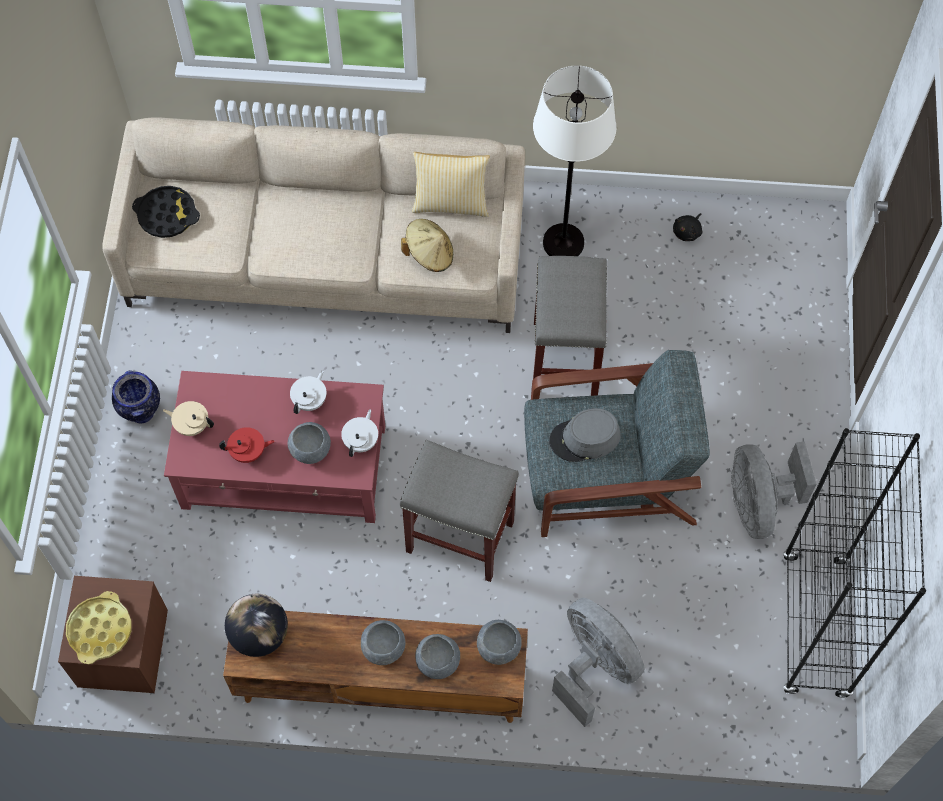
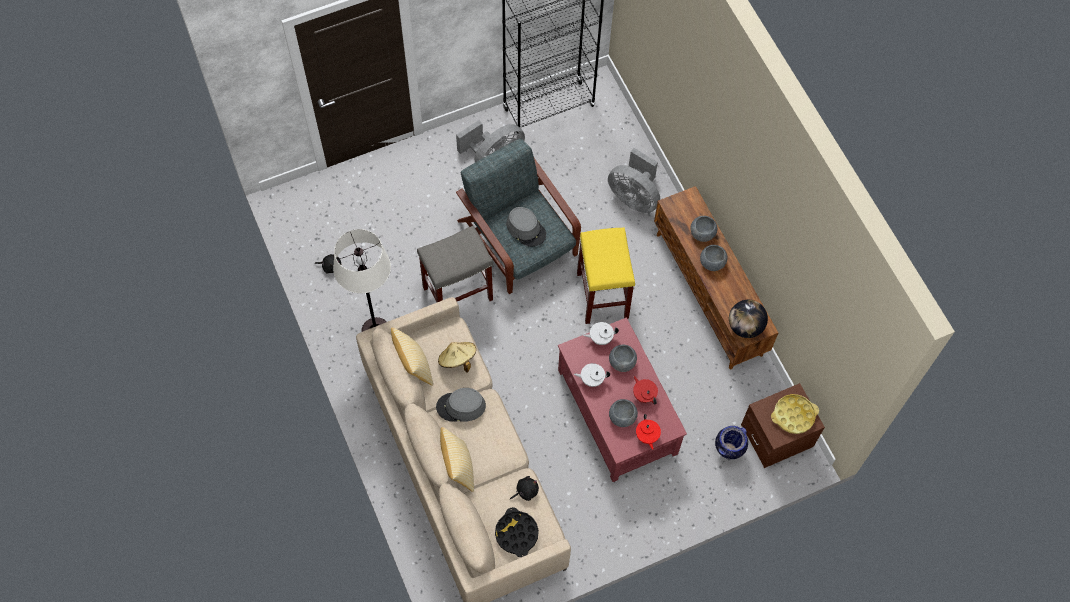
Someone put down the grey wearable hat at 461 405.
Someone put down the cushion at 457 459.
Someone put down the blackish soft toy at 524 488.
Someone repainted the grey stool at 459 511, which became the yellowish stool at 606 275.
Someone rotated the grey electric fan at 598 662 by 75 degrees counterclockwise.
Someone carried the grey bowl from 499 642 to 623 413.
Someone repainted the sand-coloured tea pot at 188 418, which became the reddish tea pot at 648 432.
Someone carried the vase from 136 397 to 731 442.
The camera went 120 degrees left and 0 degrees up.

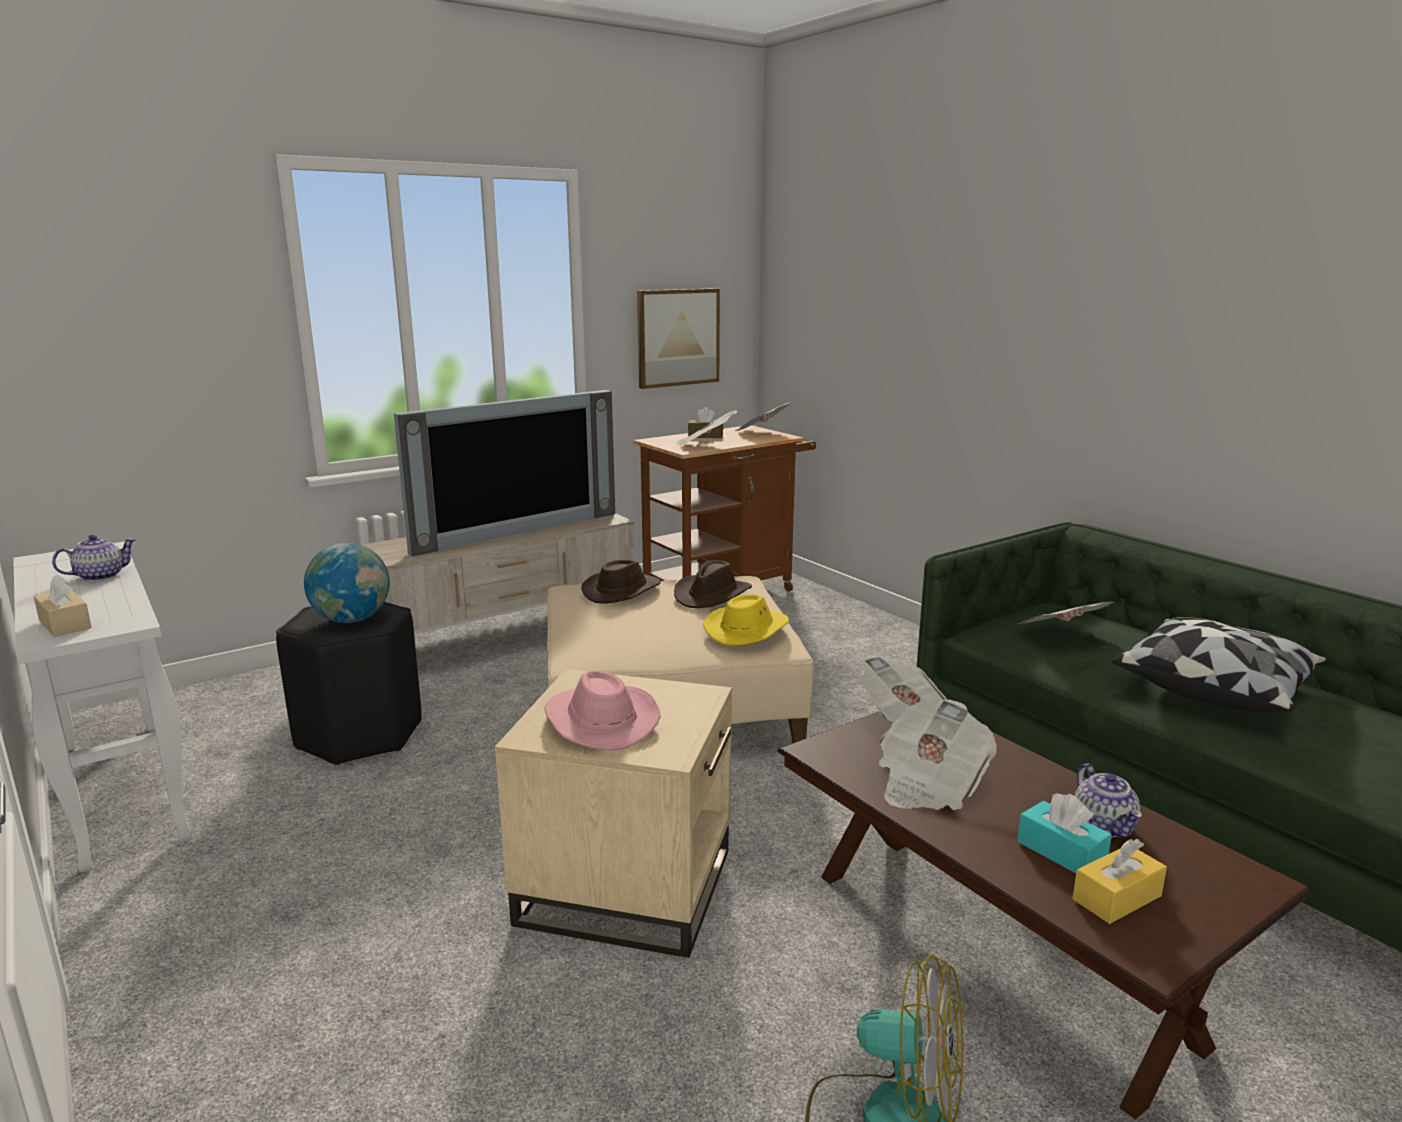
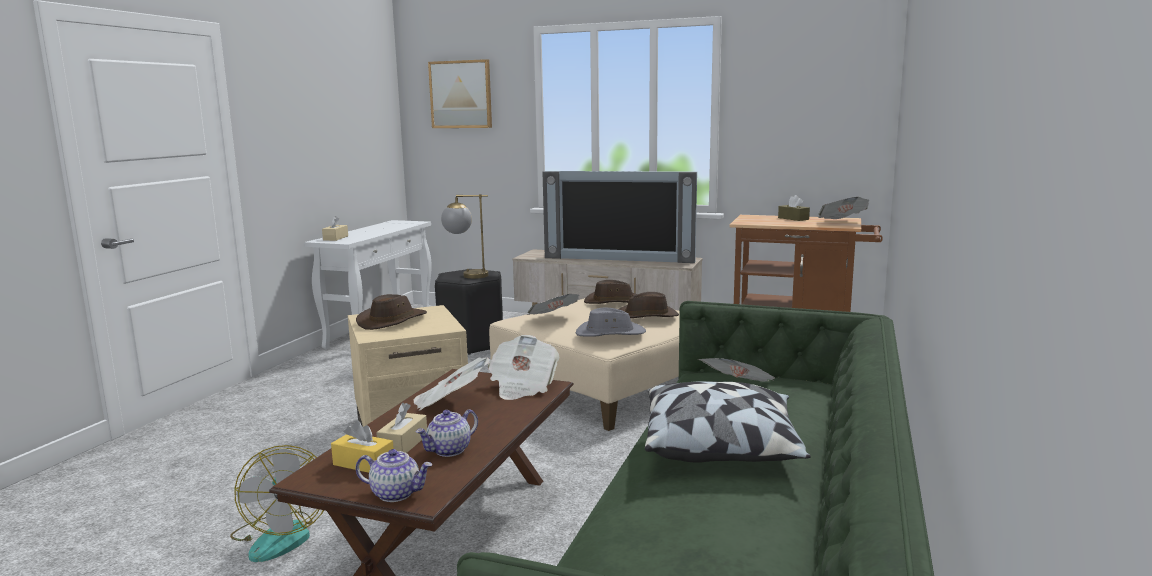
Someone repainted the pink-coloured wearable hat at 602 710, which became the brown wearable hat at 391 312.
Someone carried the tea pot from 94 558 to 394 475.
Someone repainted the turquoise-coloured tissue holder at 1064 833, which became the sand-coloured tissue holder at 401 428.
Someone carried the wall art from 678 338 to 460 93.
Someone swapped the globe at 347 583 for the lamp for a table at 465 236.
Someone carried the printed paper from 706 428 to 553 304.
Someone repainted the yellowish wearable hat at 746 620, which became the grey wearable hat at 611 322.
The camera went 55 degrees right and 5 degrees down.

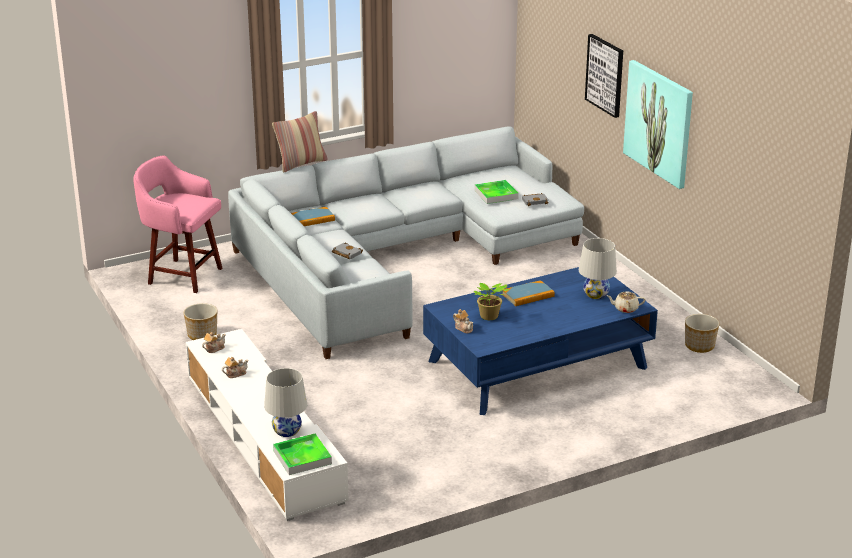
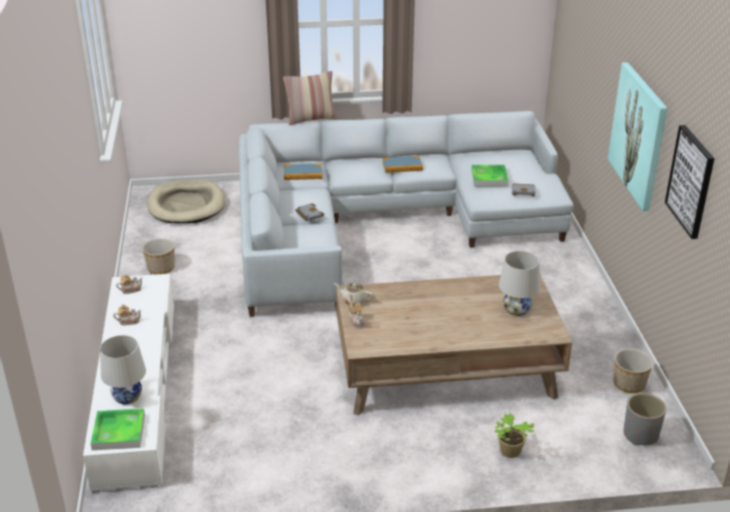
Someone swapped the pink-coloured stool at 178 224 for the sand-coloured dog bed at 186 201.
Someone carried the sand-coloured tea pot from 626 302 to 353 294.
Someone repainted the bluish low table at 540 341, which became the brown low table at 454 345.
Someone carried the bound book from 528 293 to 402 164.
Someone carried the houseplant from 491 301 to 514 436.
Someone put down the grey planter at 644 419.
Someone carried the wall art from 604 76 to 690 182.
The camera went 20 degrees right and 5 degrees up.

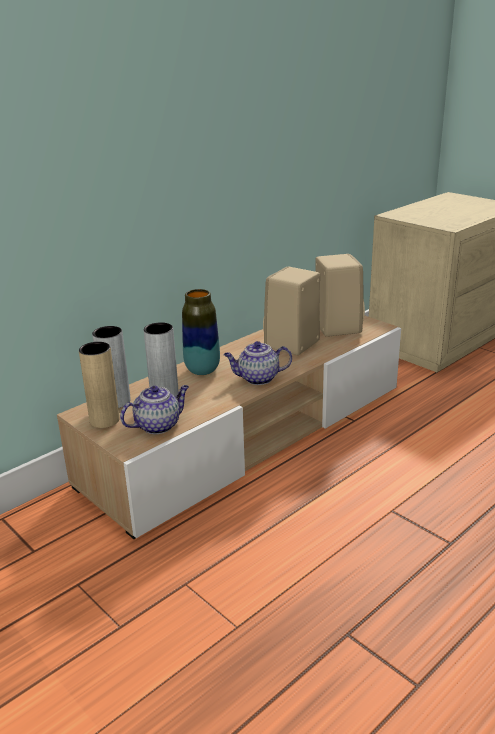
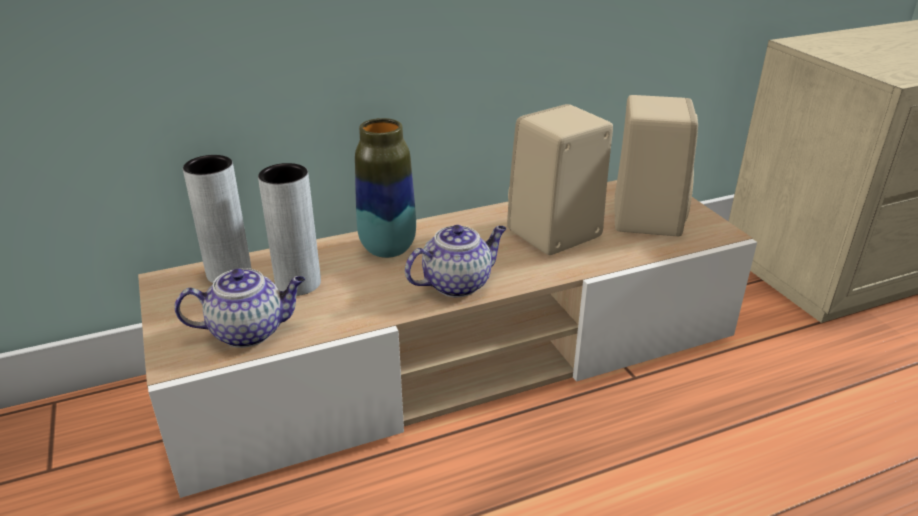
Someone rotated the tea pot at 258 363 by 135 degrees clockwise.
Someone took away the sand-coloured vase at 99 385.
The camera went 20 degrees right and 5 degrees up.

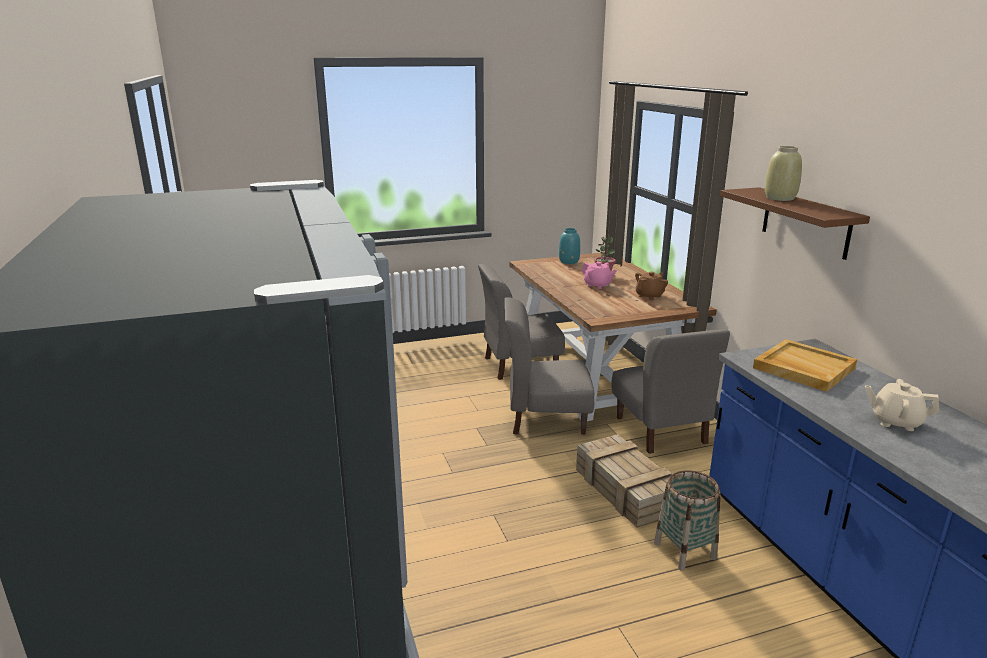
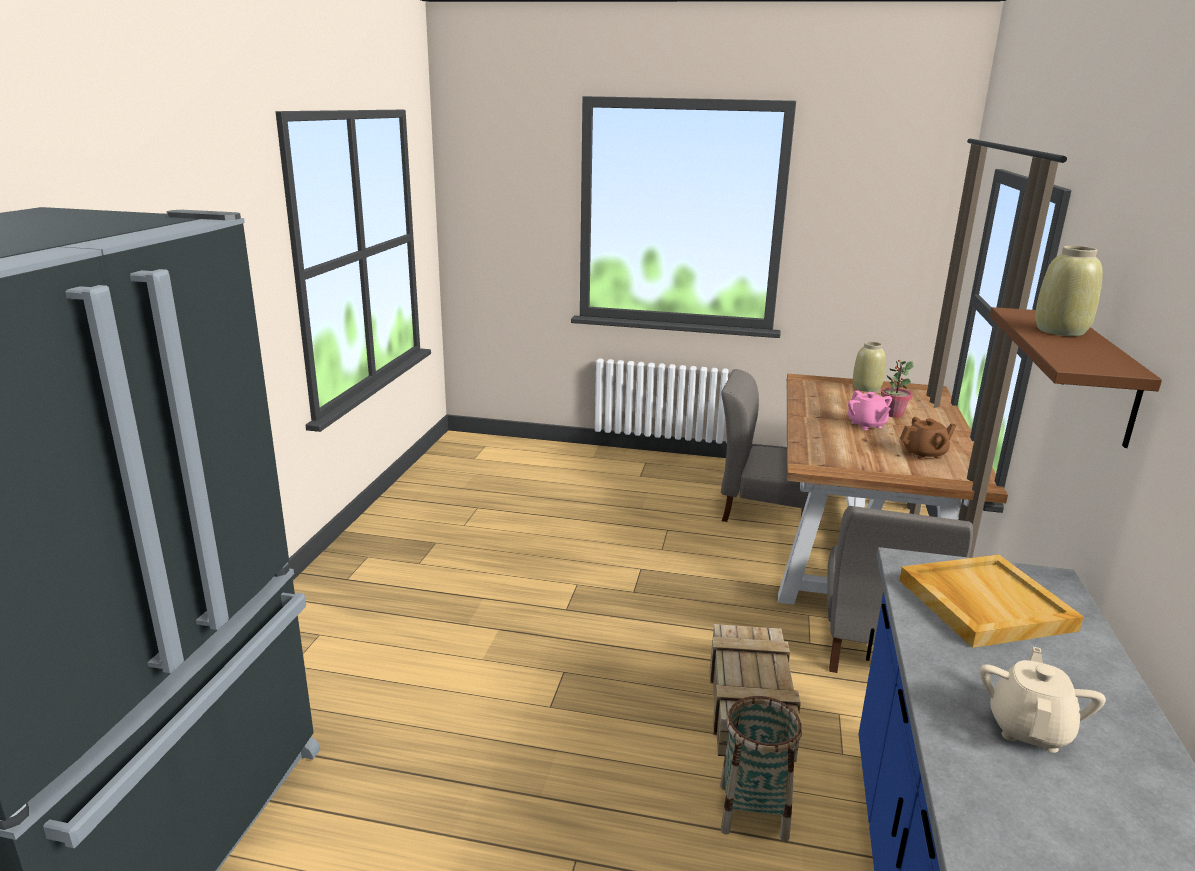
Someone repainted the turquoise-coloured vase at 569 246, which became the sand-coloured vase at 869 366.
Someone rotated the sand-coloured tea pot at 902 405 by 60 degrees clockwise.
Someone took away the grey plain chair at 549 366.
The camera went 30 degrees right and 0 degrees up.

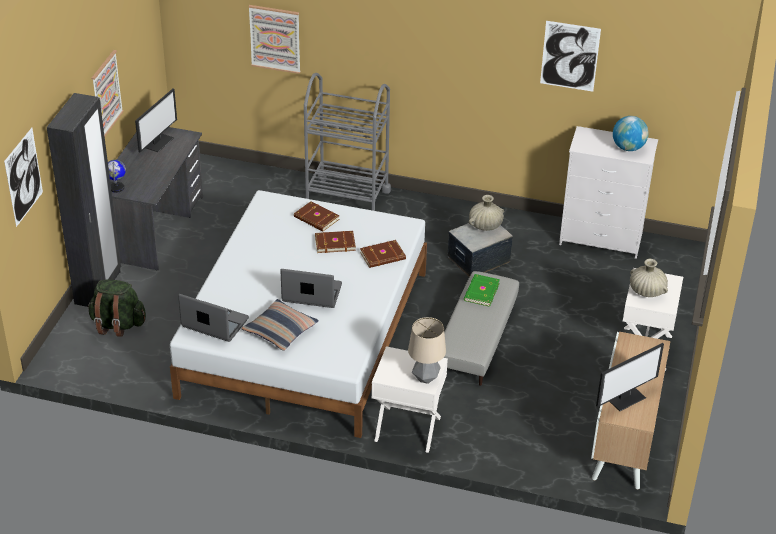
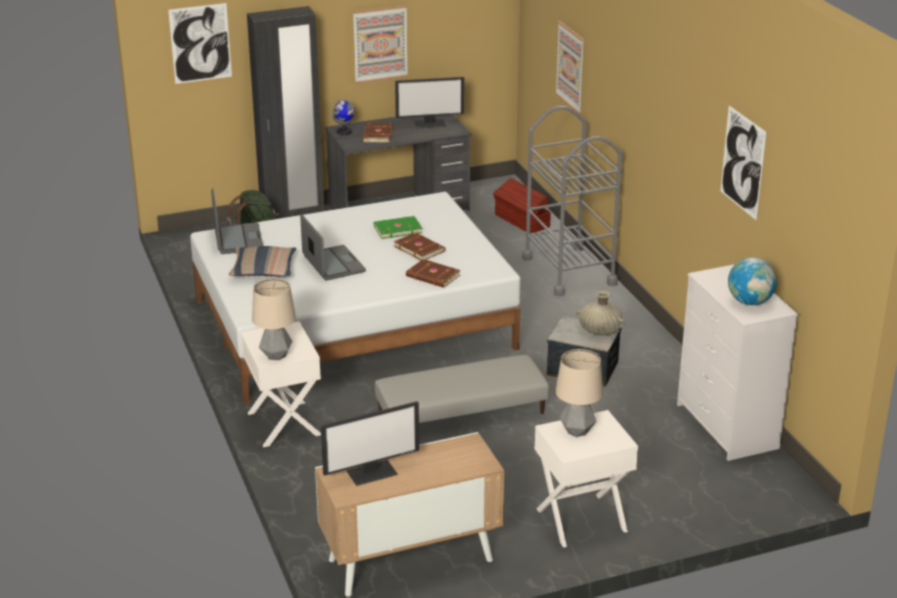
Someone rotated the computer screen at 630 377 by 45 degrees counterclockwise.
Someone carried the brown bound book from 317 216 to 378 133.
Someone carried the green-coloured bound book from 482 290 to 398 227.
Someone put down the brown storage bin at 522 205.
Someone swapped the sand-coloured vase at 649 278 for the lamp for a table at 579 393.
The camera went 55 degrees right and 10 degrees down.

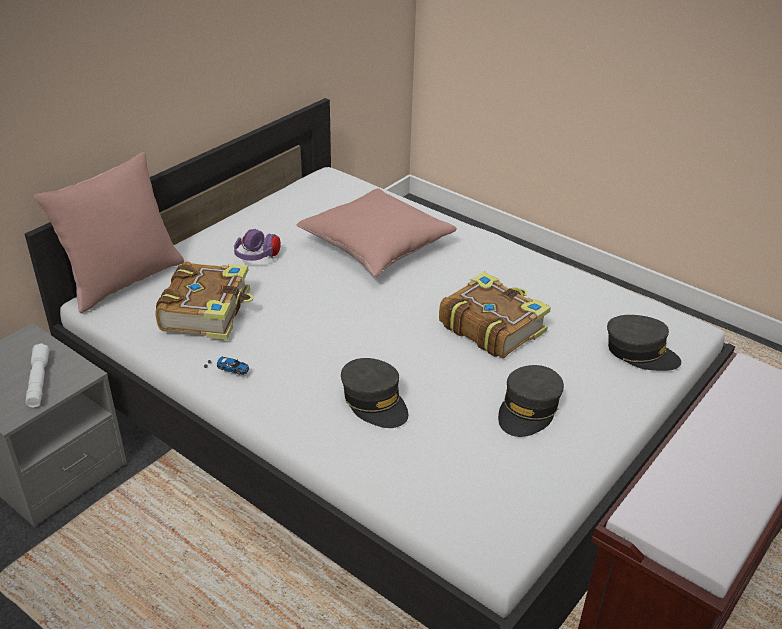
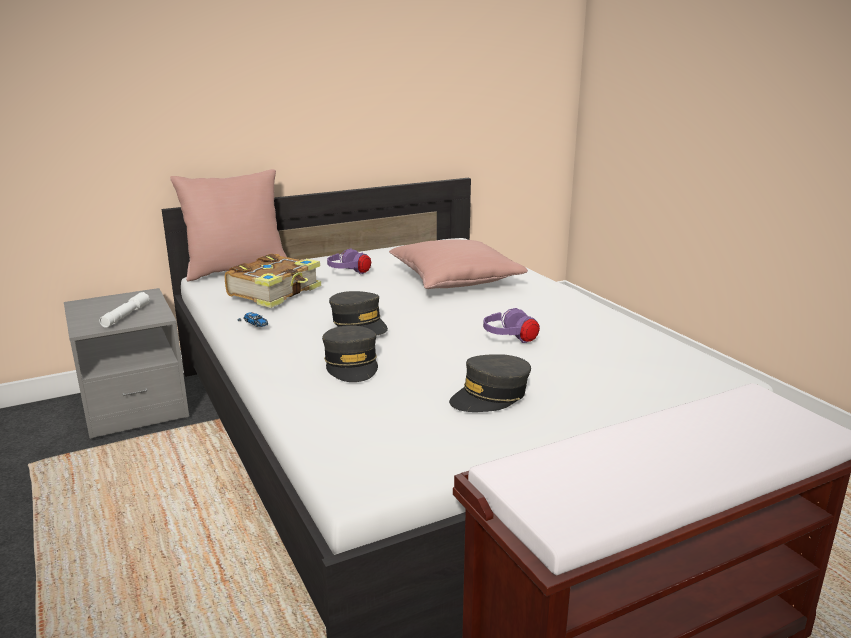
Someone carried the grey peaked cap from 644 343 to 358 313.
Someone swapped the bound book at 495 314 for the purple headset at 511 325.
The camera went 25 degrees right and 15 degrees down.

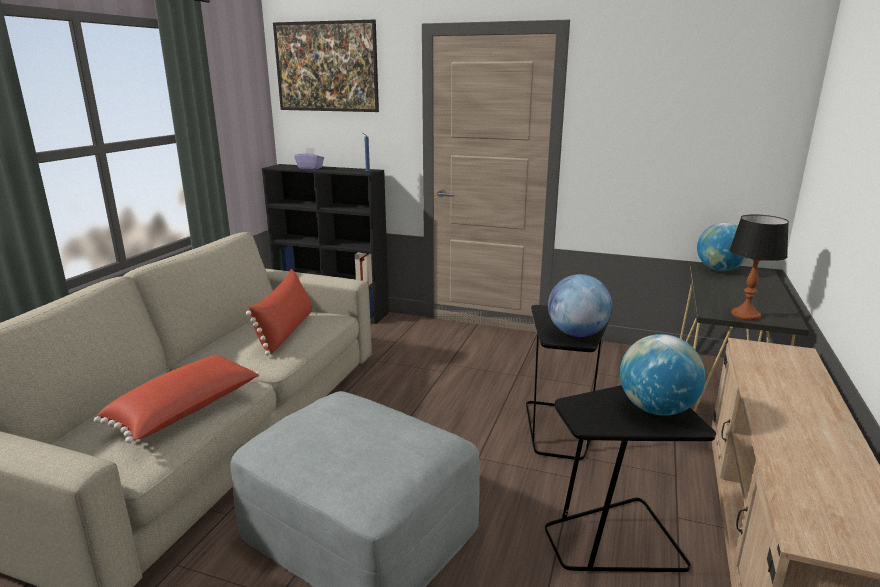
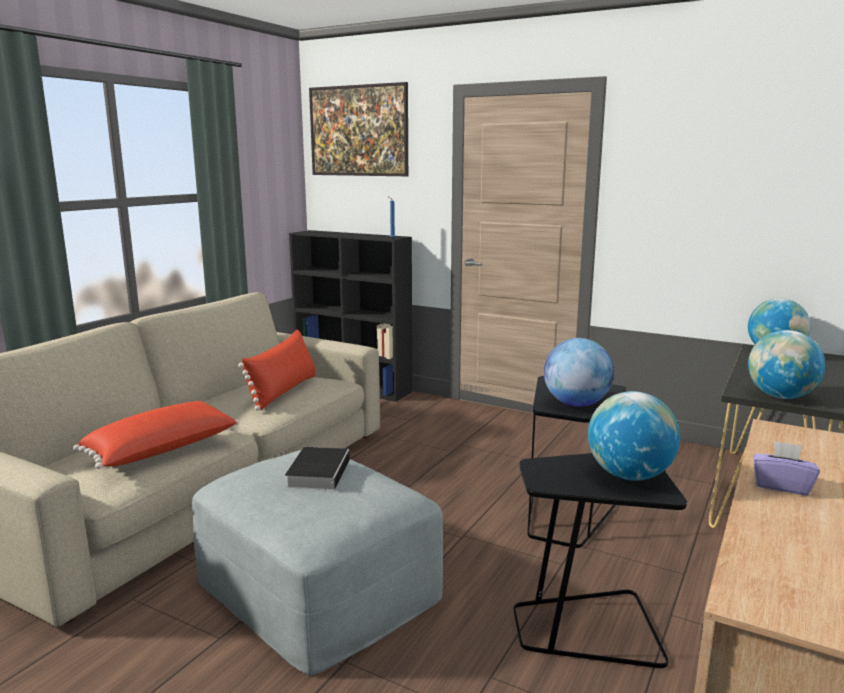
Someone put down the bound book at 317 468.
Someone swapped the lamp for a table at 759 268 for the globe at 786 364.
Someone carried the purple tissue holder from 309 158 to 787 468.
The camera went 10 degrees right and 5 degrees down.

